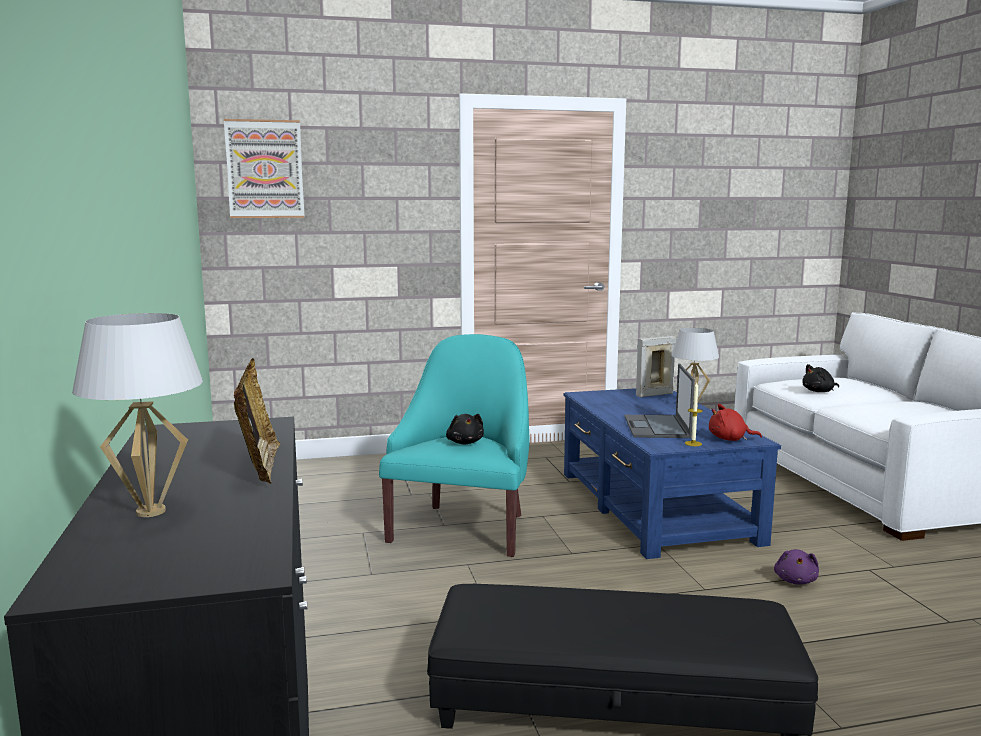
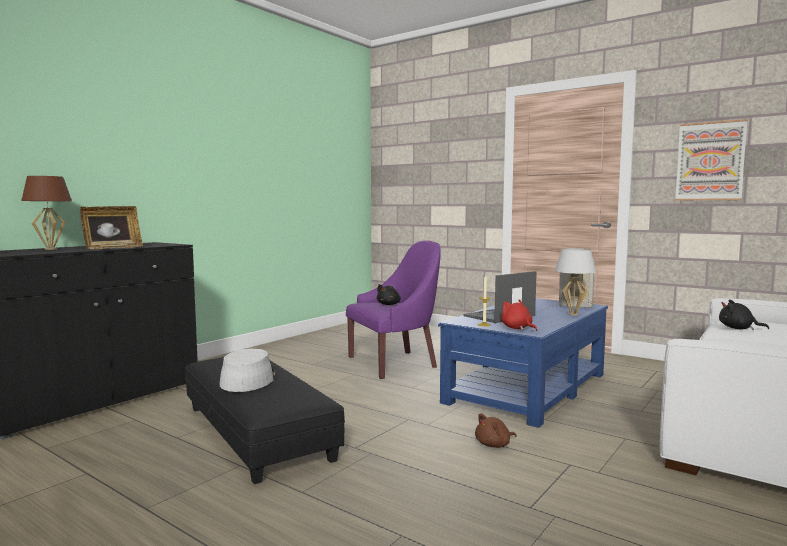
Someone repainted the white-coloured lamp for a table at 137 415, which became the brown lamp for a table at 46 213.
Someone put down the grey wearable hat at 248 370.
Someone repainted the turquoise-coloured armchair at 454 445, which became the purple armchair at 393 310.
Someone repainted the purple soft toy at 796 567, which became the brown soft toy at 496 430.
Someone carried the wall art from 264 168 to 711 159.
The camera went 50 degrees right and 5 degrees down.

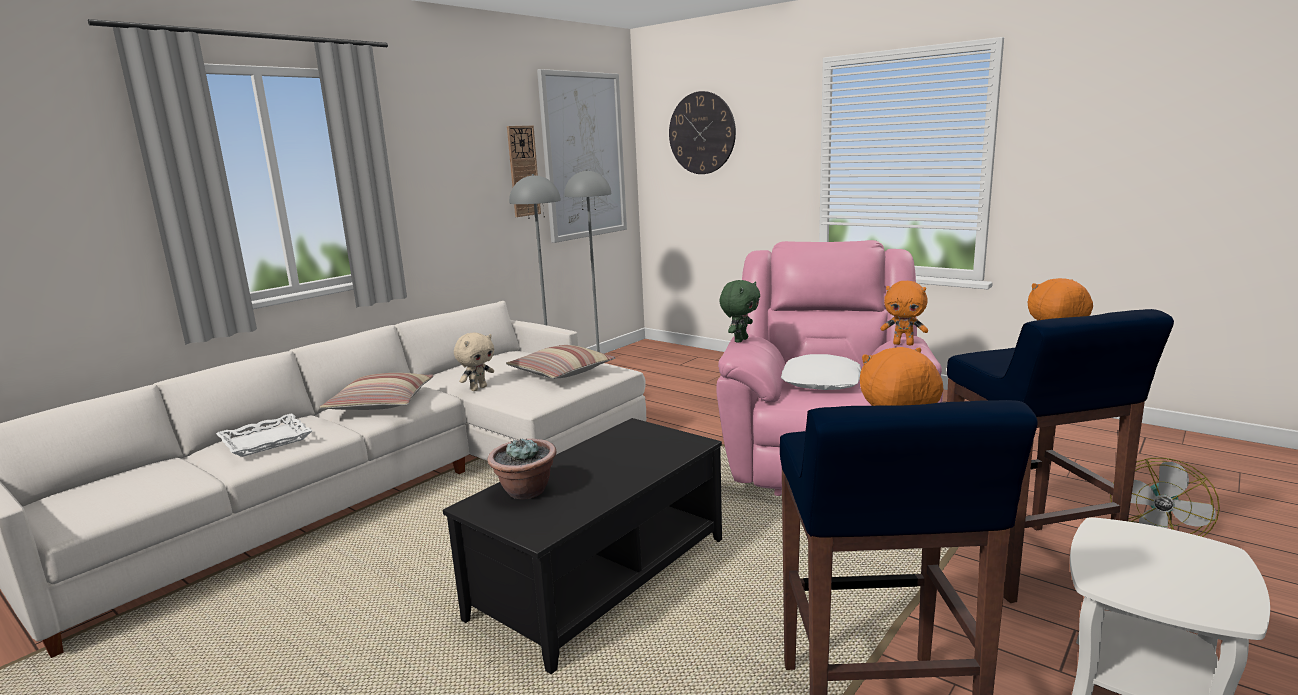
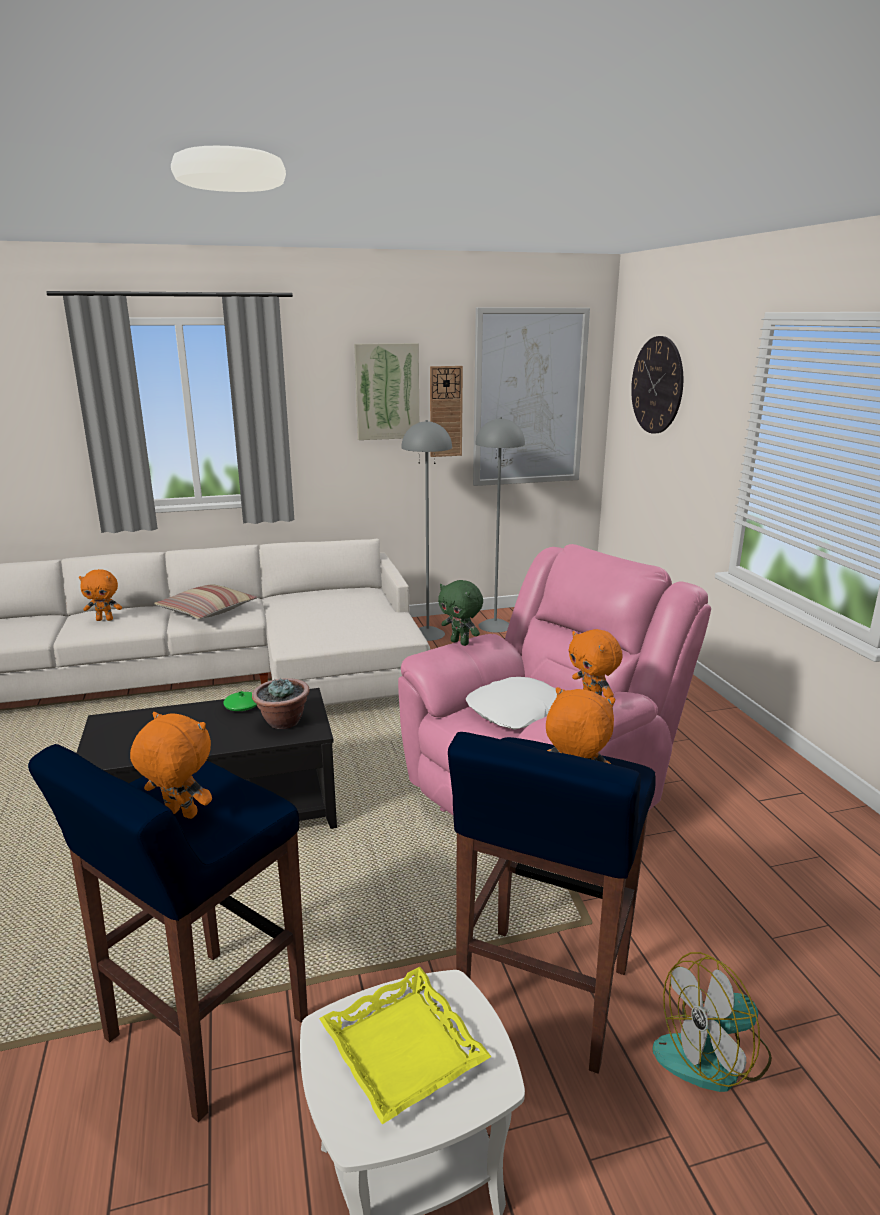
Someone swapped the white-coloured serving tray at 264 435 for the orangey soft toy at 100 595.
Someone put down the green-coloured vase at 240 701.
Someone carried the houseplant from 522 468 to 281 703.
Someone put down the yellowish serving tray at 405 1045.
Someone put up the wall art at 386 391.
Someone rotated the green-coloured soft toy at 739 311 by 60 degrees clockwise.
Someone took away the sand-coloured soft toy at 474 361.
Someone took away the cushion at 560 362.
The camera went 35 degrees right and 5 degrees up.

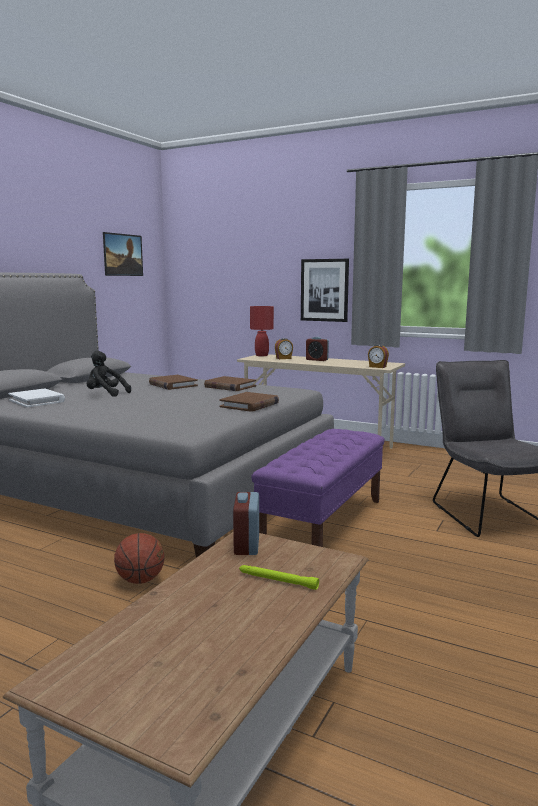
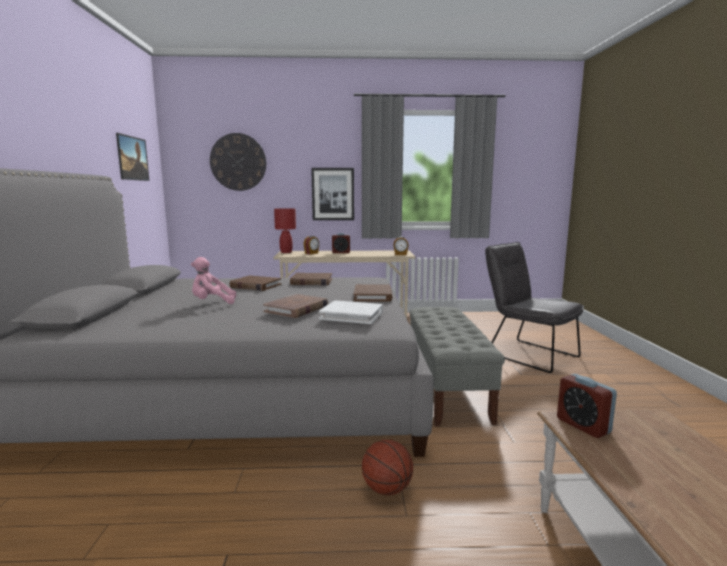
Someone repainted the blackish soft toy at 109 374, which became the pink-coloured soft toy at 213 280.
Someone put up the wall clock at 238 162.
Someone put down the brown bound book at 295 306.
Someone carried the white-coloured bound book from 36 398 to 351 312.
Someone repainted the purple bench at 318 488, which became the grey bench at 457 366.
Someone took away the green-coloured torch at 279 577.
The camera went 30 degrees left and 0 degrees up.

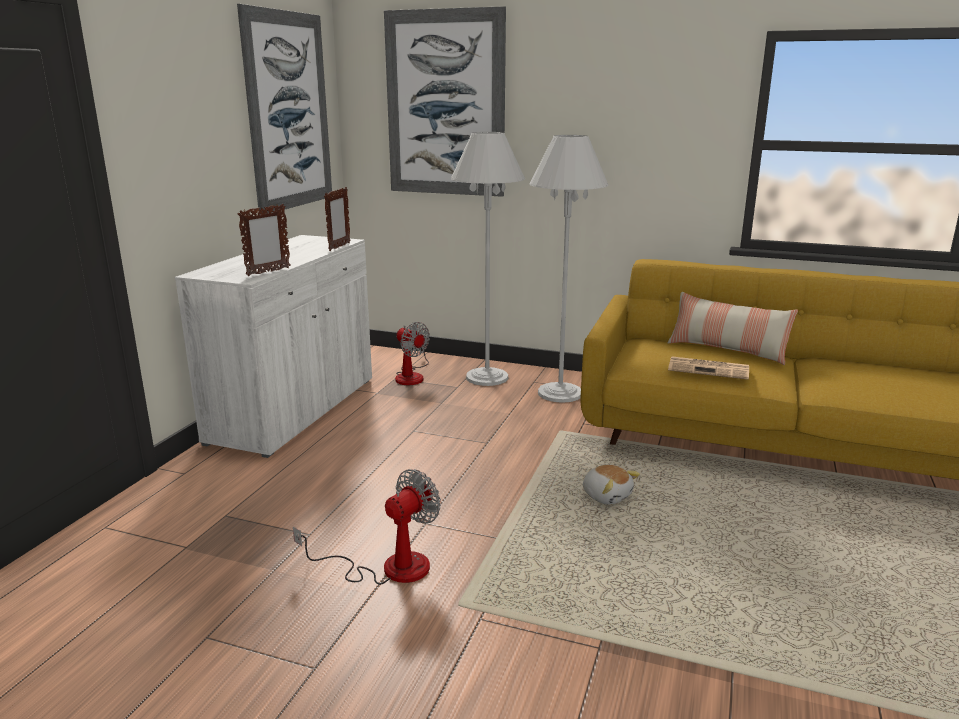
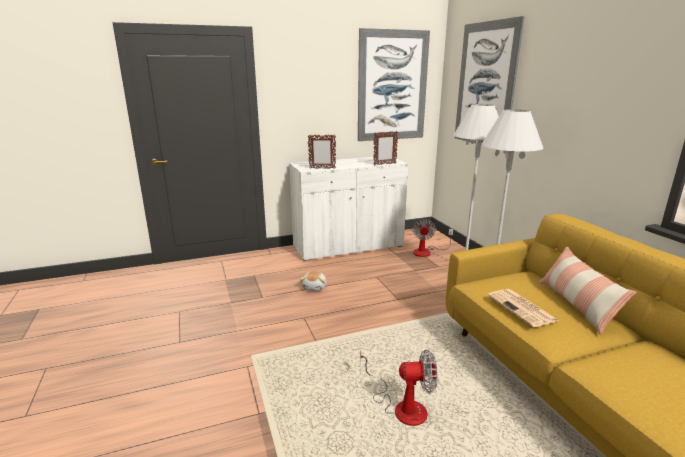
Someone carried the soft toy from 611 485 to 313 281.
Someone carried the electric fan from 367 527 to 399 387.
The camera went 50 degrees right and 0 degrees up.

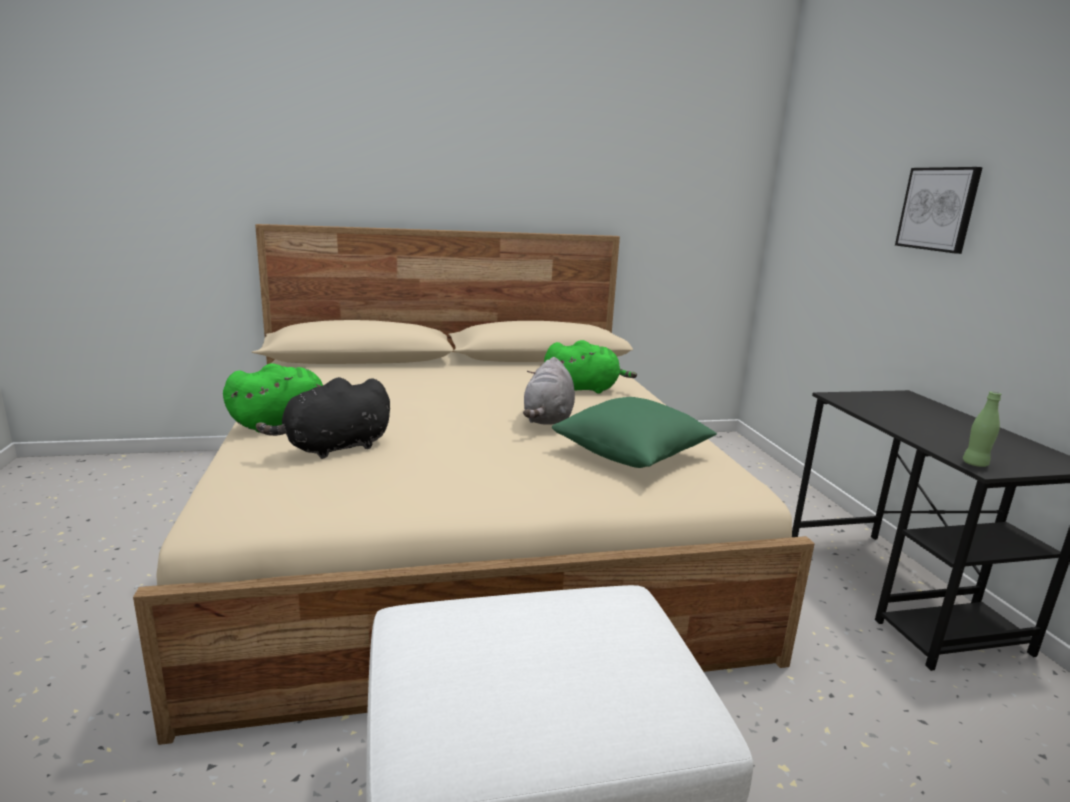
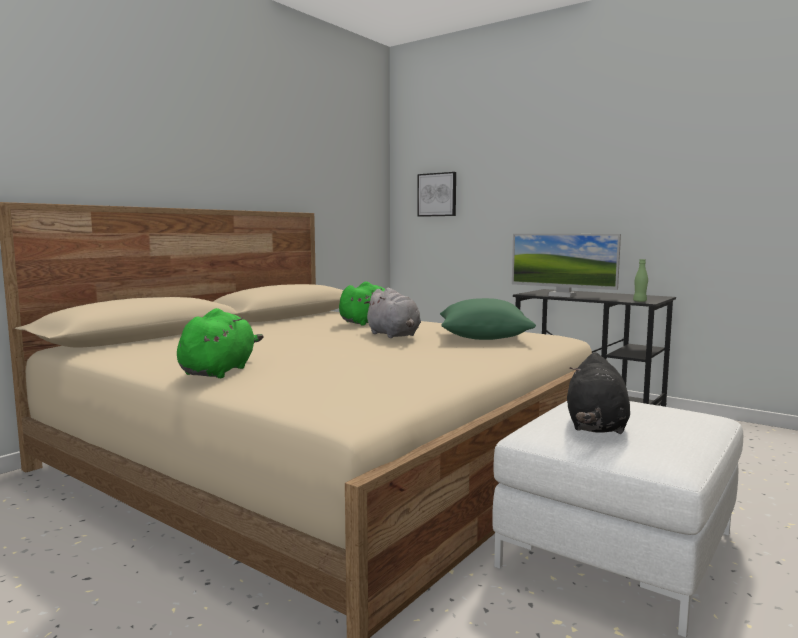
Someone carried the wall art from 939 210 to 436 194.
Someone put down the computer screen at 566 265.
Someone carried the blackish soft toy from 323 418 to 598 393.
The camera went 40 degrees left and 10 degrees down.

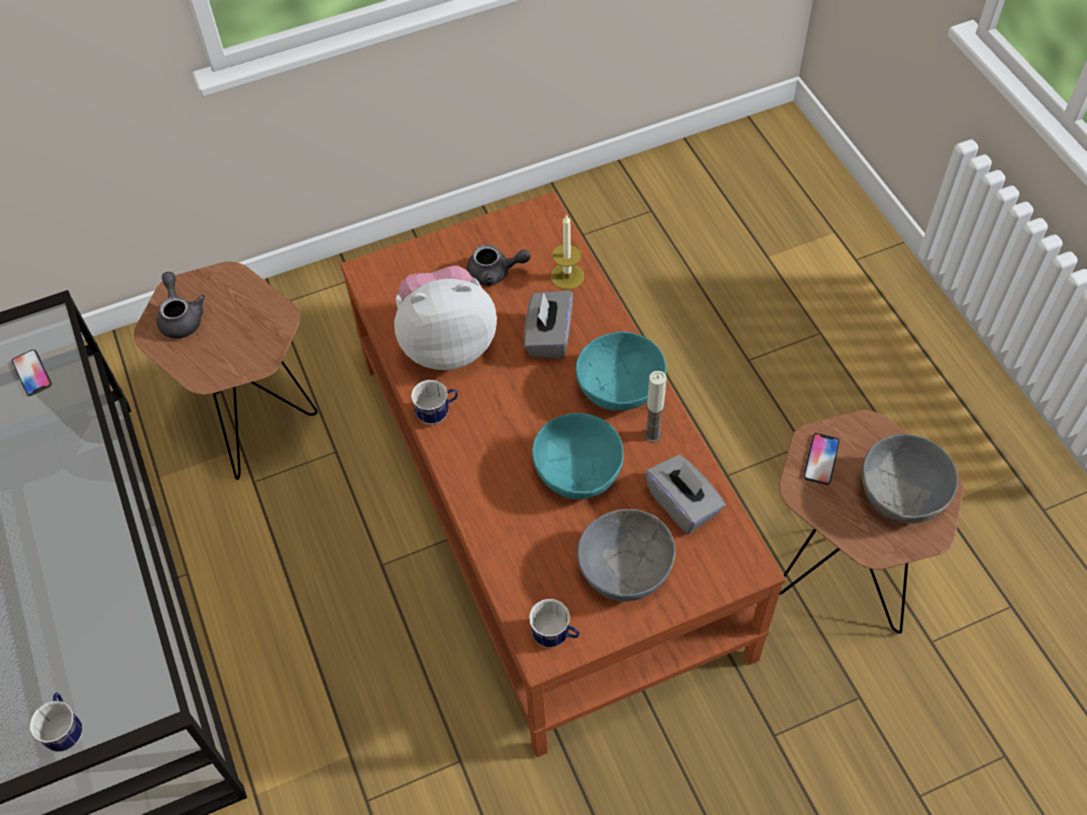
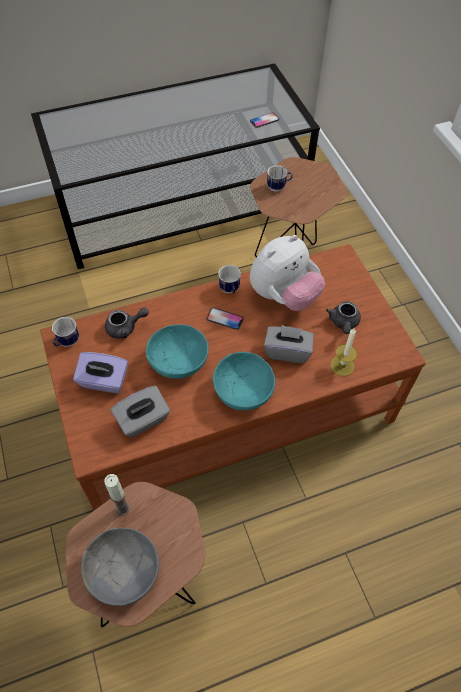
Someone swapped the grey bowl at 626 555 for the purple tissue holder at 100 372.
Someone carried the wax candle from 655 407 to 117 495.
Someone carried the grey tea pot from 181 305 to 127 323.
Someone carried the telephone from 821 459 to 225 319.
Someone rotated the soft toy at 445 317 by 60 degrees clockwise.
Someone carried the mug from 56 722 to 280 178.
The camera went 90 degrees right and 0 degrees up.

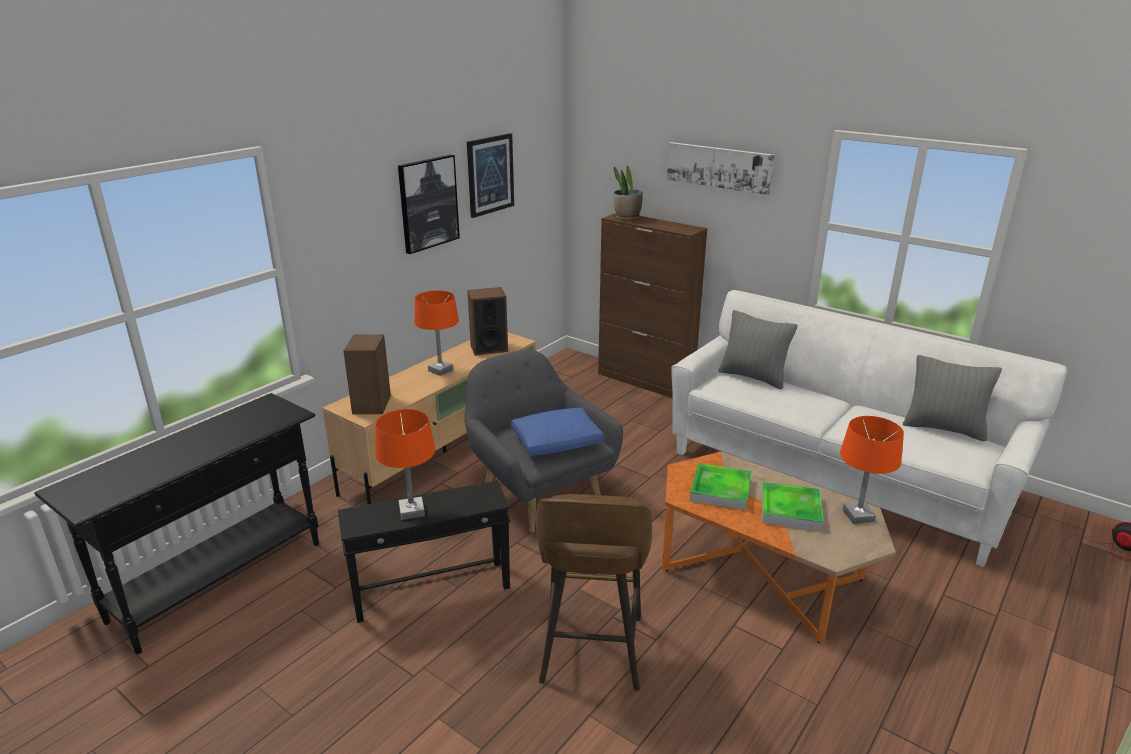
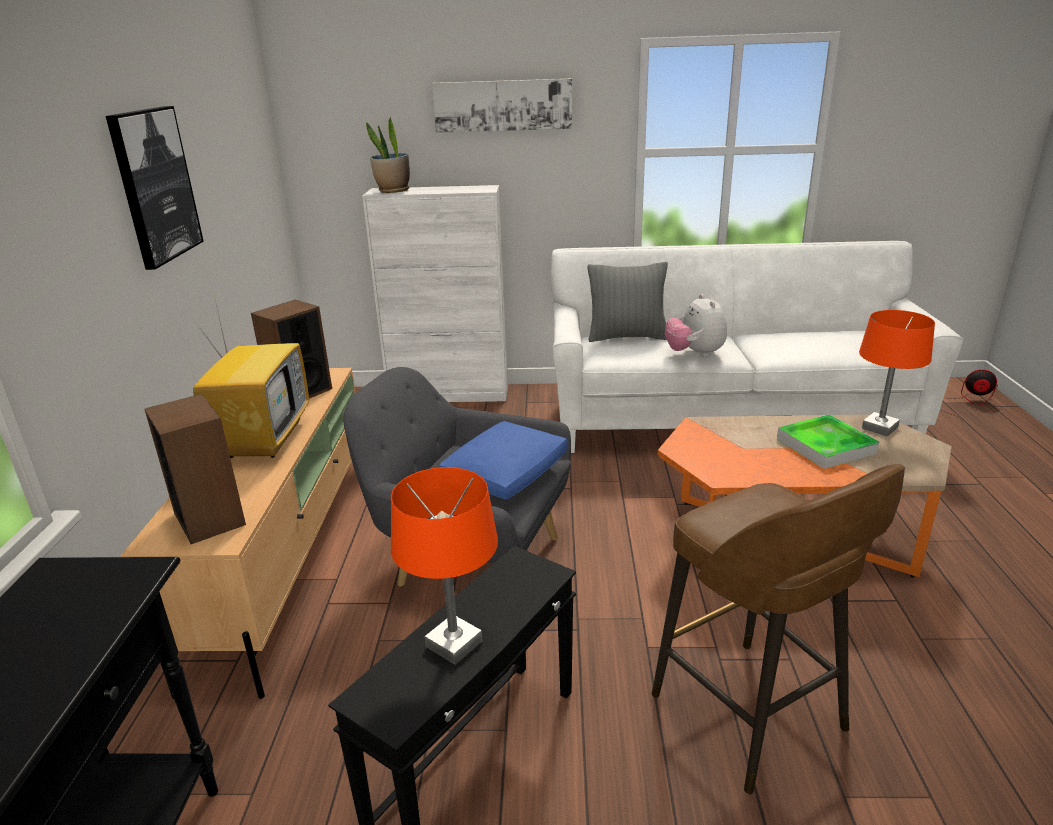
Someone swapped the orangey lamp for a table at 436 333 for the TV set at 251 377.
Someone repainted the brown cupboard at 652 305, which became the white-coloured cupboard at 435 293.
Someone put down the soft toy at 696 325.
Someone took away the wall art at 490 175.
Someone took away the serving tray at 720 486.
Someone took away the grey cushion at 952 398.
The camera went 35 degrees left and 0 degrees up.

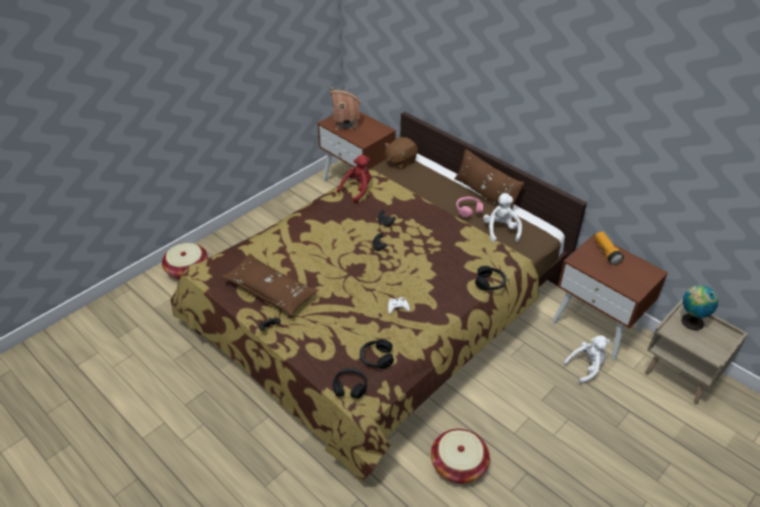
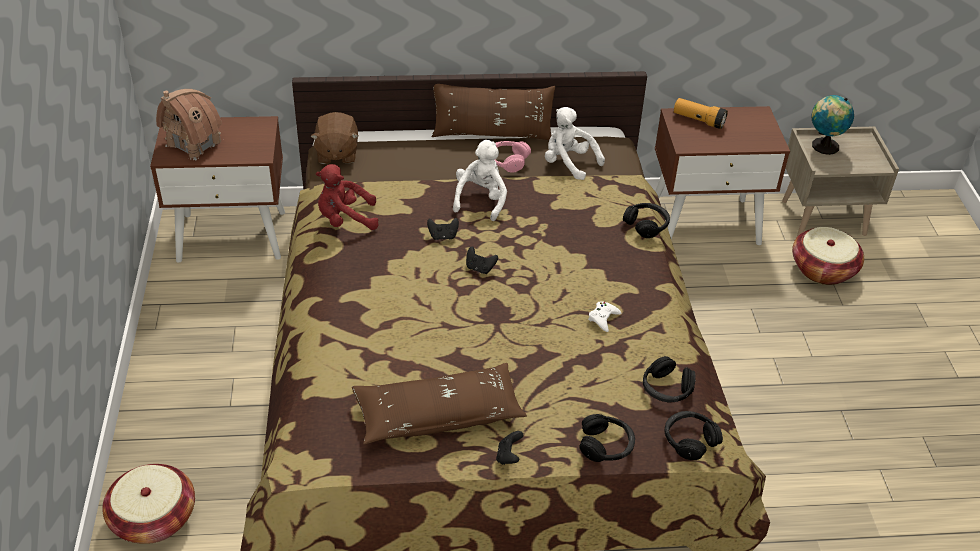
Someone rotated the reddish soft toy at 354 179 by 90 degrees counterclockwise.
Someone carried the white-coloured soft toy from 586 359 to 480 180.
Someone put down the blackish headset at 607 438.
Someone carried the storage basket from 460 456 to 828 256.
The camera went 50 degrees left and 0 degrees up.

